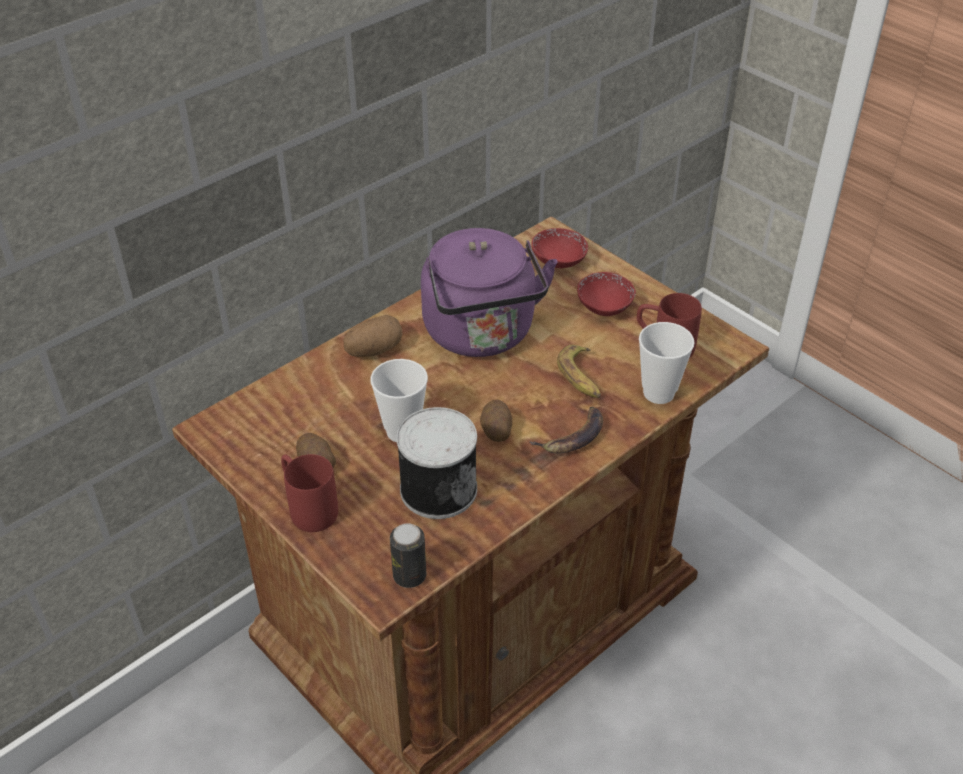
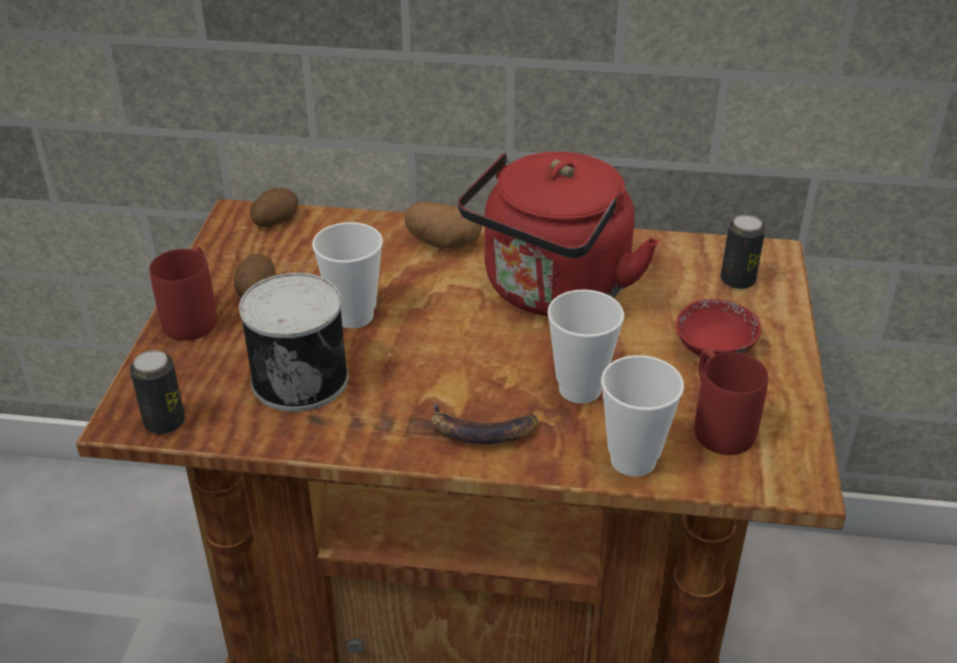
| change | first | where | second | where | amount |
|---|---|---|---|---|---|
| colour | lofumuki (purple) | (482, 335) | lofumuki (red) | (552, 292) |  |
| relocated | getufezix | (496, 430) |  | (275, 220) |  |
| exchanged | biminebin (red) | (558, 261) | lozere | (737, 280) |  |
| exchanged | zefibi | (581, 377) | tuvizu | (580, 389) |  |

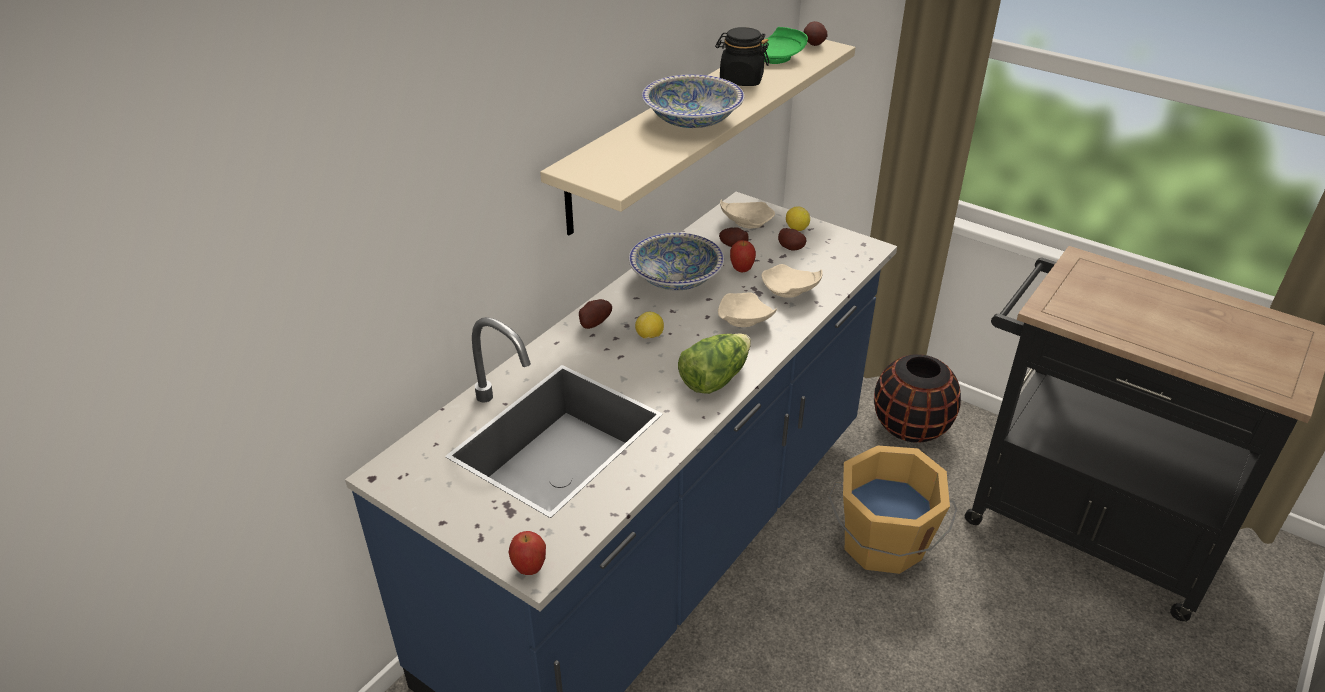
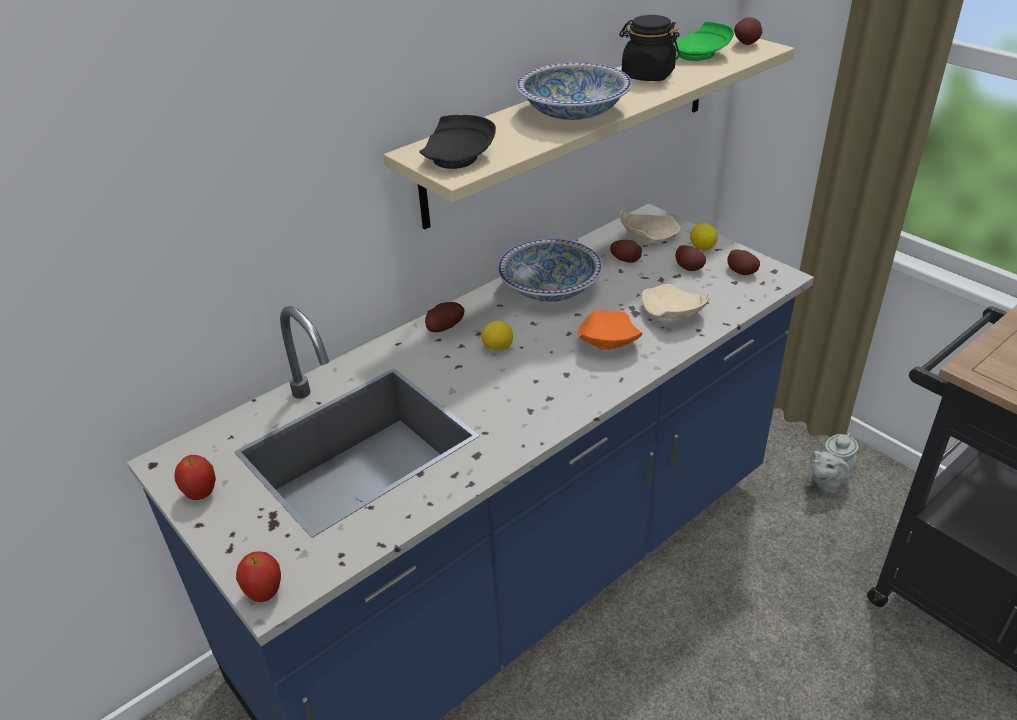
| change | first | where | second | where | amount |
|---|---|---|---|---|---|
| missing | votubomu | (714, 378) |  |  |  |
| colour | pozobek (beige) | (743, 320) | pozobek (orange) | (607, 342) |  |
| relocated | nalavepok | (741, 270) |  | (201, 494) |  |
| missing | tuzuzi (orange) | (882, 544) |  |  |  |
| exchanged | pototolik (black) | (910, 427) | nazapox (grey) | (827, 482) |  |
| appeared |  |  | pozobek (black) | (459, 157) |  |
| appeared |  |  | getufezix | (742, 271) |  |

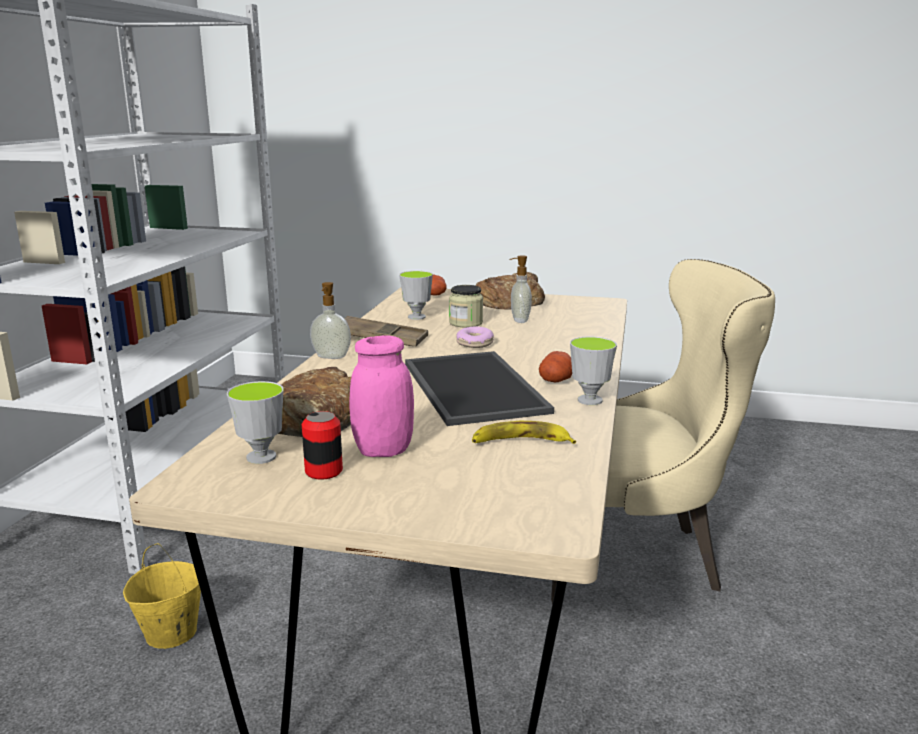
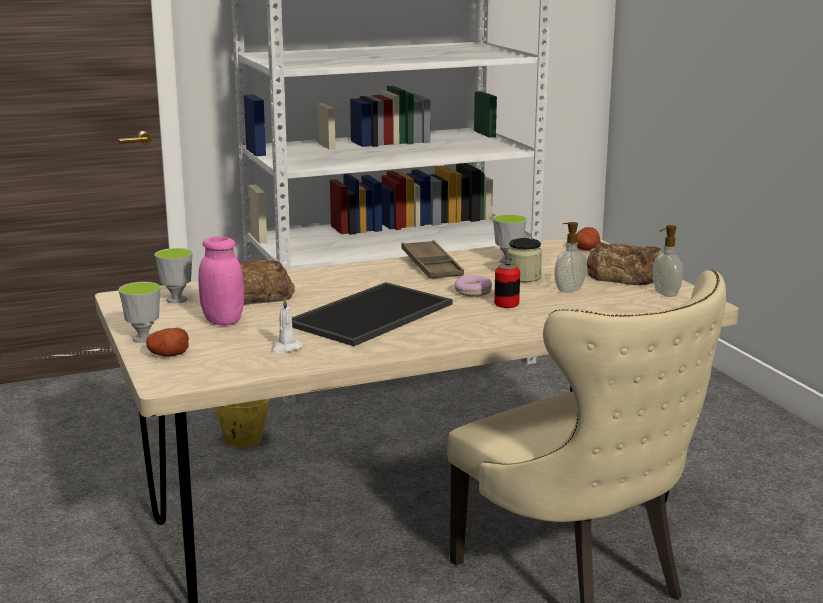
| change | first | where | second | where | amount |
|---|---|---|---|---|---|
| relocated | lozere | (323, 471) |  | (506, 304) |  |
| relocated | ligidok | (331, 357) |  | (665, 294) |  |
| exchanged | zefibi | (520, 442) | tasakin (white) | (285, 348) |  |
| relocated | getufezix | (556, 380) |  | (168, 355) |  |
| relocated | tuvizu | (590, 400) |  | (143, 338) |  |

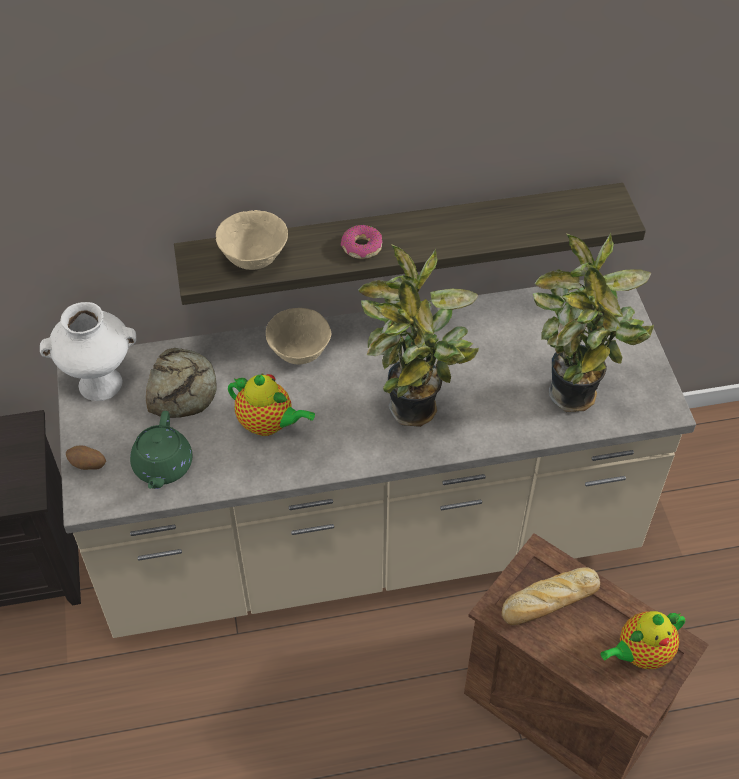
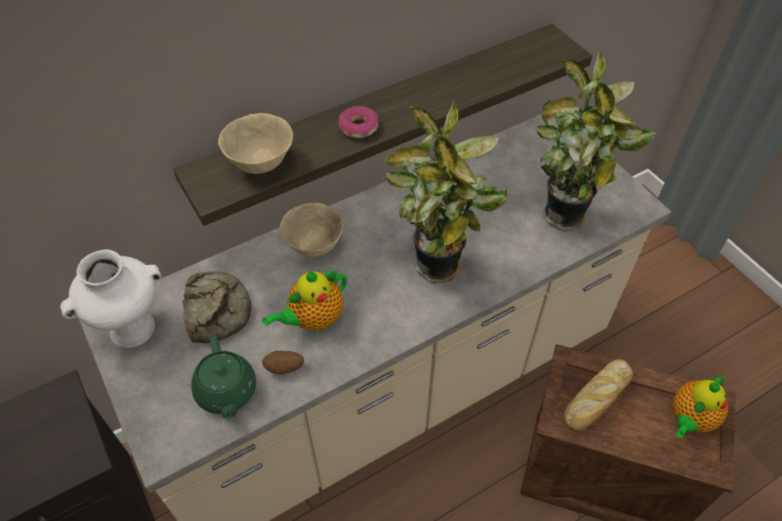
| change | first | where | second | where | amount |
|---|---|---|---|---|---|
| relocated | getufezix | (88, 465) |  | (284, 368) |  |
| spun | nazapox | (268, 424) |  | (313, 319) | 135 degrees clockwise |

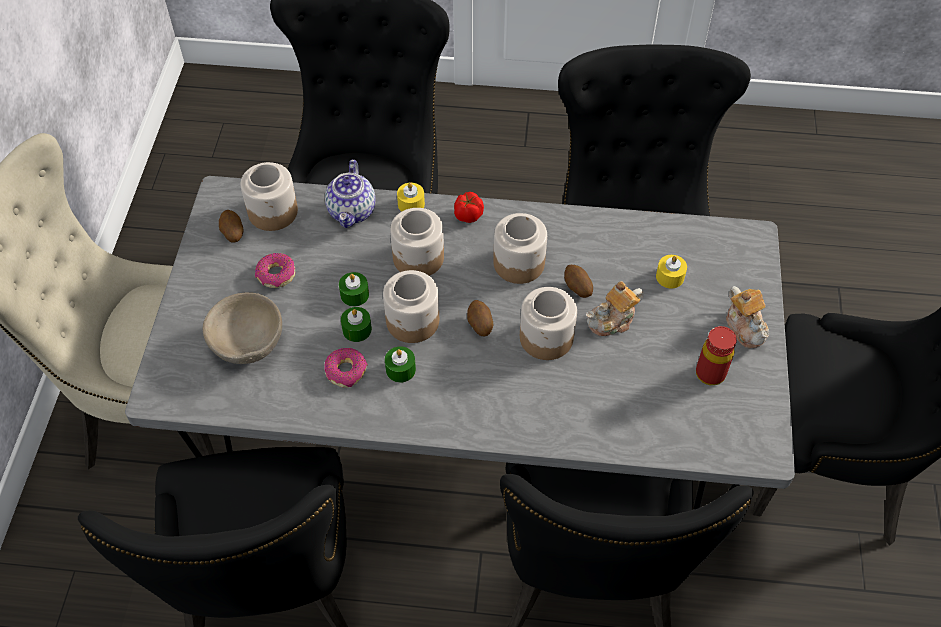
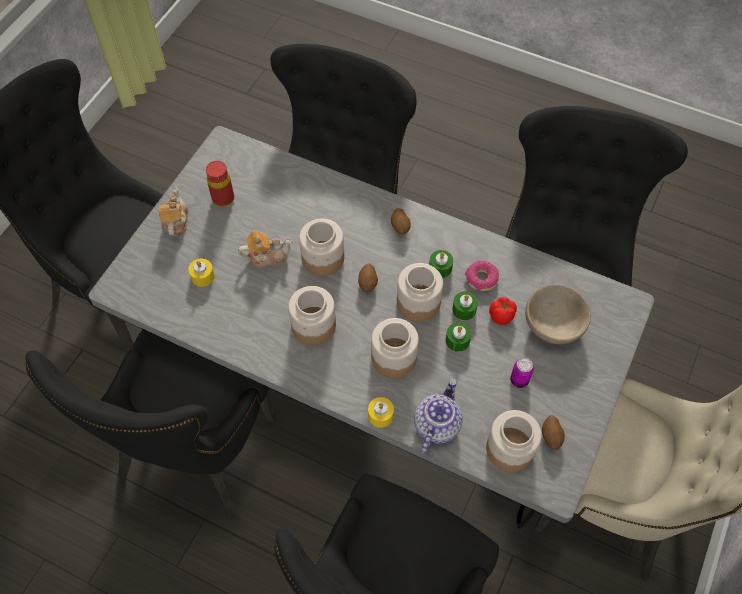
| change | first | where | second | where | amount |
|---|---|---|---|---|---|
| exchanged | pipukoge | (276, 275) | lozere | (519, 380) |  |
| relocated | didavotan | (468, 215) |  | (502, 316) |  |
| relocated | getufezix | (577, 288) |  | (400, 227) |  |

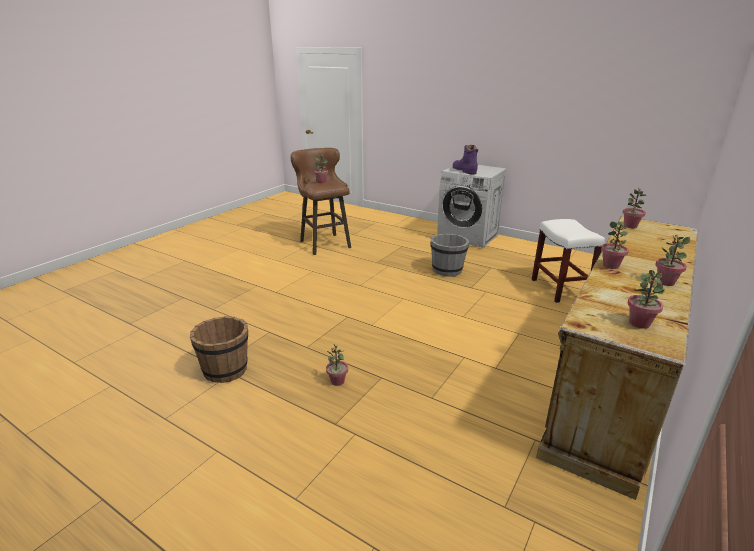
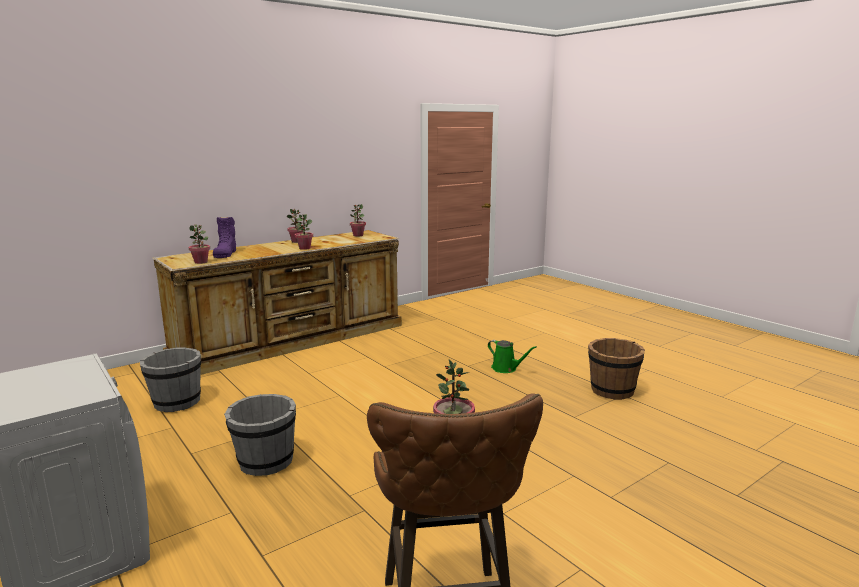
| change | first | where | second | where | amount |
|---|---|---|---|---|---|
| exchanged | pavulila | (337, 381) | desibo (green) | (506, 369) |  |
| relocated | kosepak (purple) | (464, 170) |  | (225, 253) |  |
| exchanged | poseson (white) | (560, 289) | tuzuzi (grey) | (176, 402) |  |

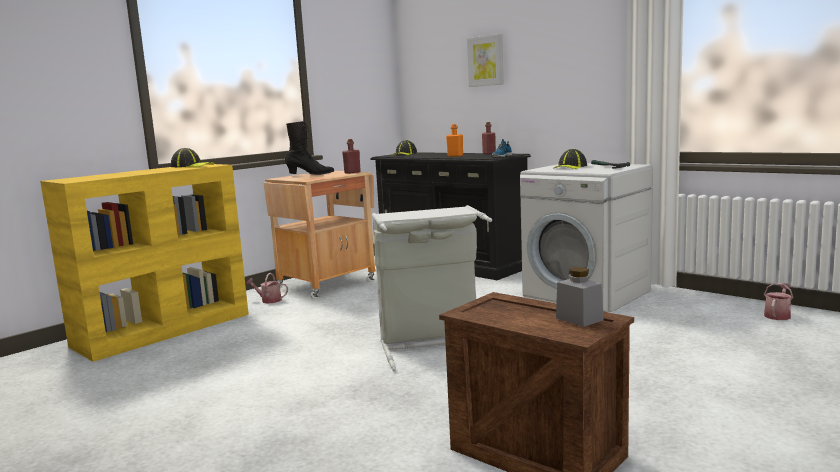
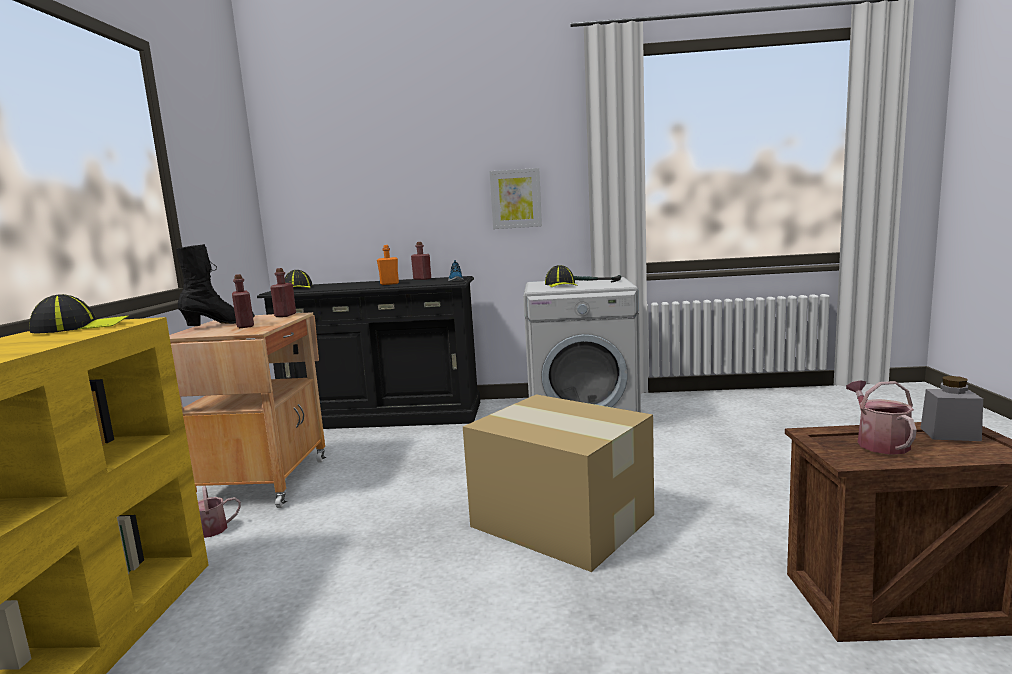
| change | first | where | second | where | amount |
|---|---|---|---|---|---|
| exchanged | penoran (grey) | (433, 346) | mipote | (561, 519) |  |
| relocated | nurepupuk | (486, 61) |  | (516, 199) |  |
| relocated | desibo | (778, 315) |  | (878, 442) |  |
| appeared |  |  | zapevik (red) | (245, 326) |  |

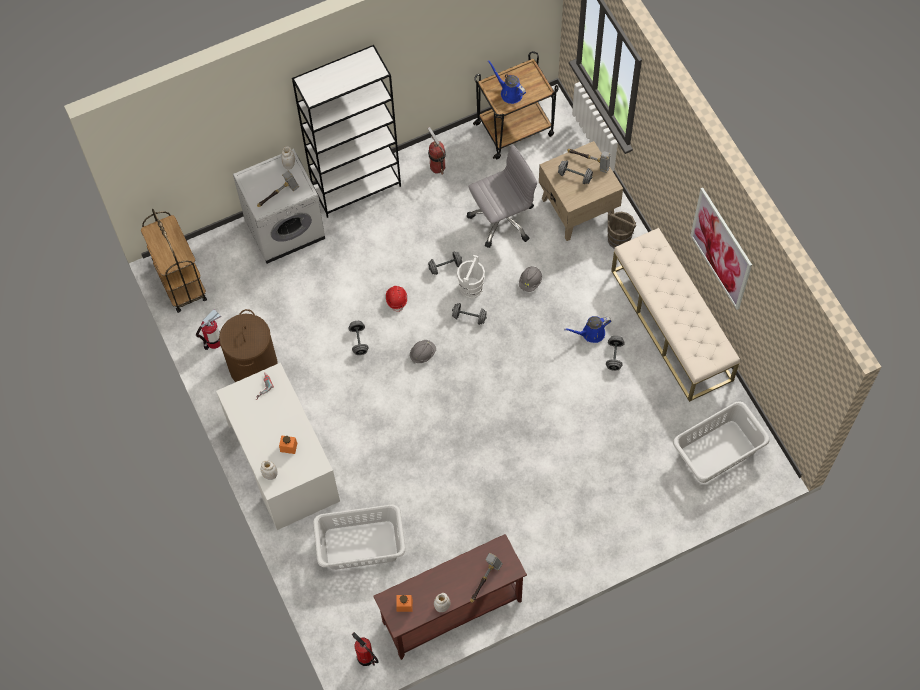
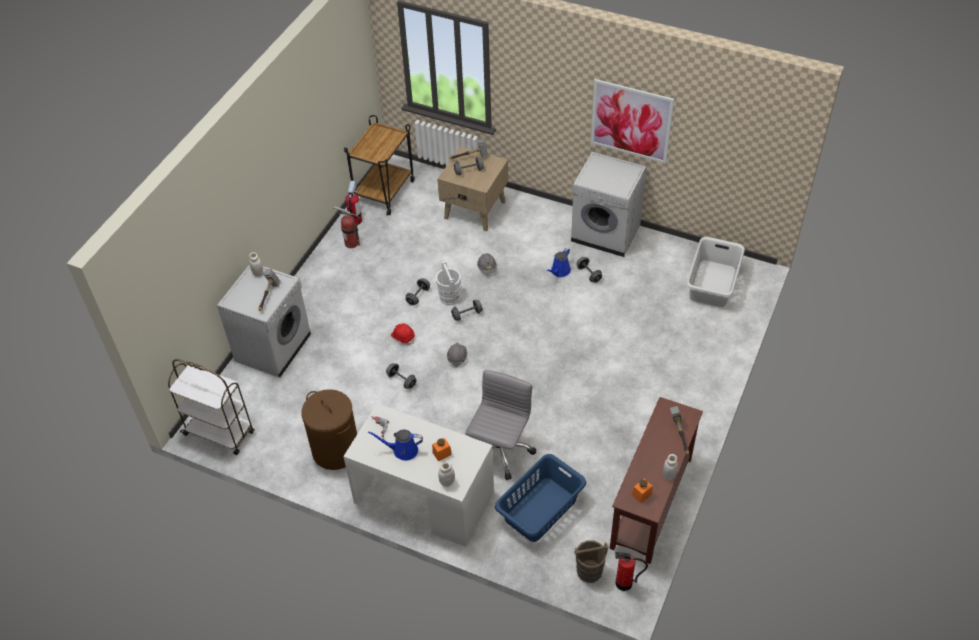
| change | first | where | second | where | amount |
|---|---|---|---|---|---|
| colour | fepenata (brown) | (180, 283) | fepenata (white) | (220, 434) |  |
| relocated | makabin | (214, 341) |  | (355, 220) |  |
| missing | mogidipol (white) | (356, 187) |  |  |  |
| colour | penoran (grey) | (360, 545) | penoran (blue) | (539, 509) |  |
| relocated | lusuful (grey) | (502, 219) |  | (499, 450) |  |
| relocated | desibo (blue) | (509, 92) |  | (402, 450) |  |
| relocated | tuzuzi (brown) | (618, 239) |  | (589, 571) |  |
| exchanged | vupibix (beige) | (671, 325) | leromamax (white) | (605, 234) |  |

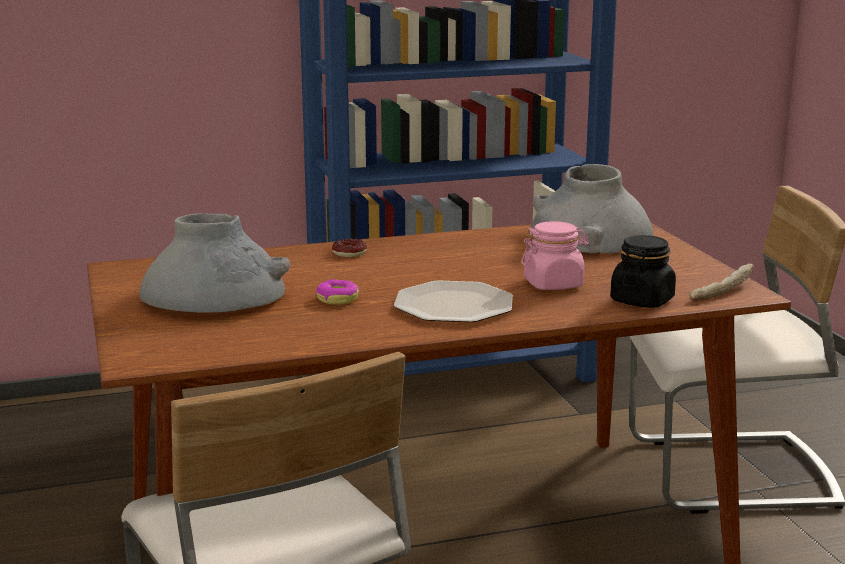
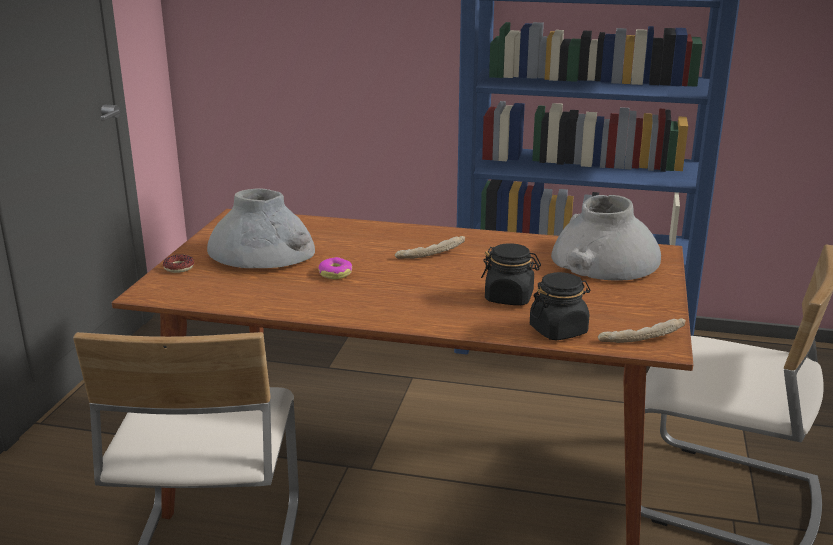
| change | first | where | second | where | amount |
|---|---|---|---|---|---|
| relocated | pipukoge | (349, 253) |  | (179, 268) |  |
| missing | pozobek | (455, 305) |  |  |  |
| colour | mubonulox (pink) | (553, 284) | mubonulox (black) | (509, 297) |  |
| appeared |  |  | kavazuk | (430, 254) |  |

